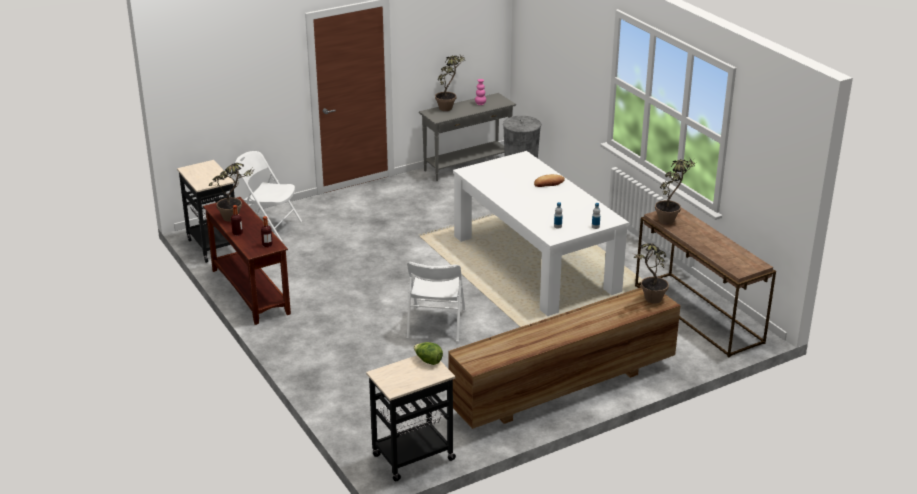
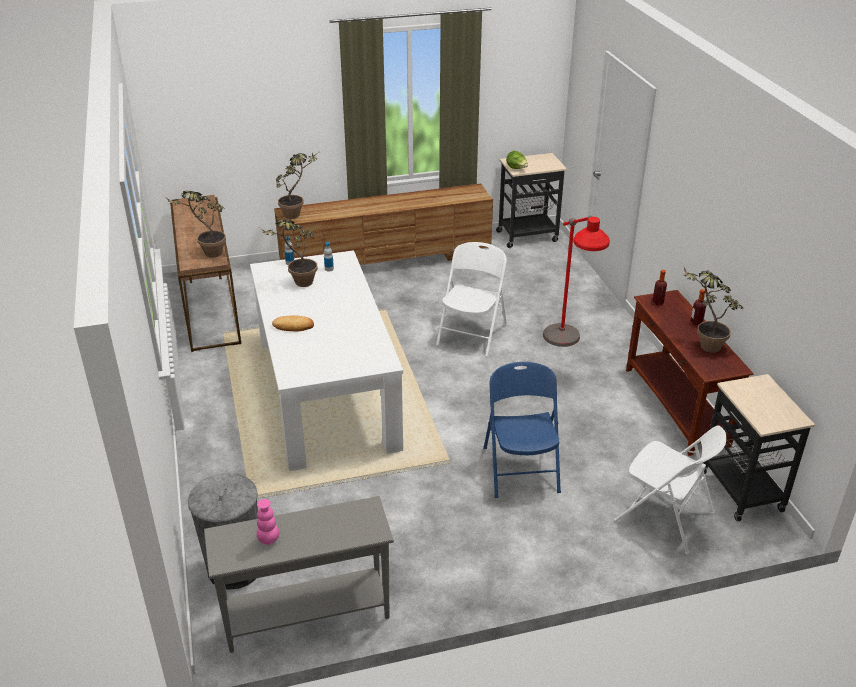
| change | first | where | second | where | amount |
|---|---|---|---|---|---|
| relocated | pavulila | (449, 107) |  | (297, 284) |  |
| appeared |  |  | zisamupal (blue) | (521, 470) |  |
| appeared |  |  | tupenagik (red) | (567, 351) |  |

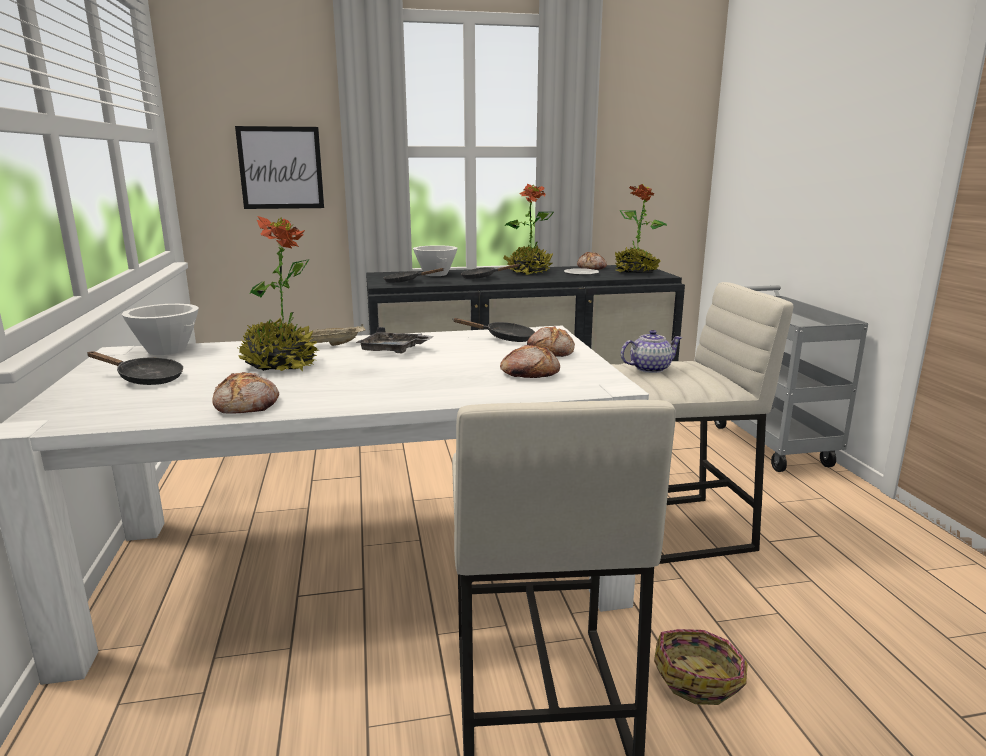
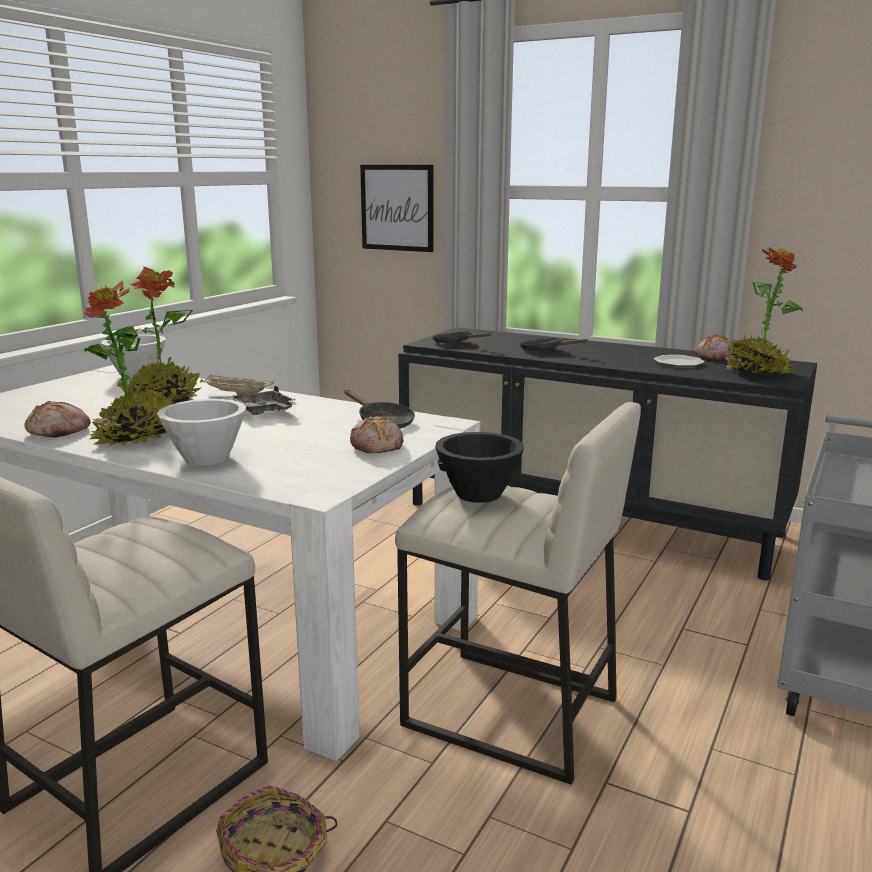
| change | first | where | second | where | amount |
|---|---|---|---|---|---|
| missing | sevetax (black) | (145, 379) |  |  |  |
| relocated | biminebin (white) | (435, 274) |  | (205, 458) |  |
| missing | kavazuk | (529, 373) |  |  |  |
| relocated | pavulila | (528, 272) |  | (135, 437) |  |
| exchanged | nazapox | (649, 369) | biminebin (black) | (478, 494) |  |

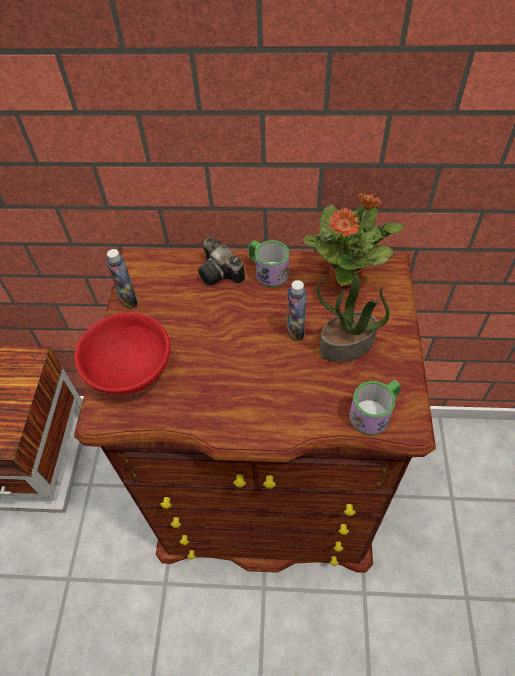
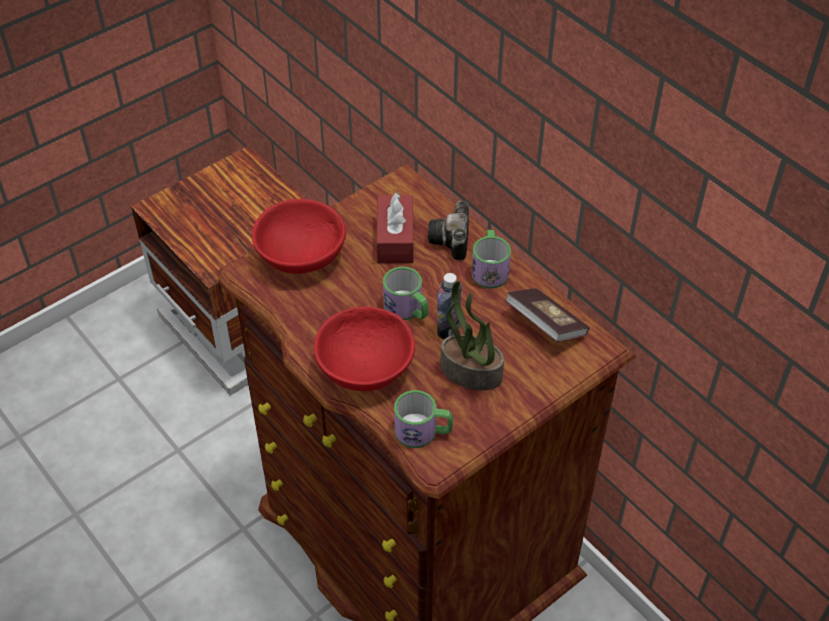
| change | first | where | second | where | amount |
|---|---|---|---|---|---|
| missing | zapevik | (128, 299) |  |  |  |
| exchanged | pavulila | (345, 277) | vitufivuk | (545, 325) |  |
| appeared |  |  | biminebin (red) | (365, 366) |  |
| appeared |  |  | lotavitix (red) | (395, 239) |  |
| appeared |  |  | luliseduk | (407, 310) |  |

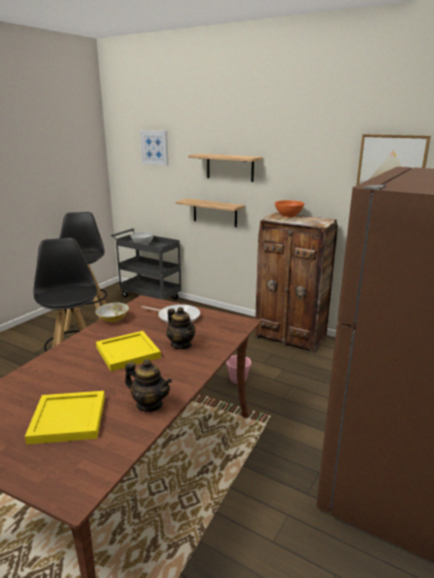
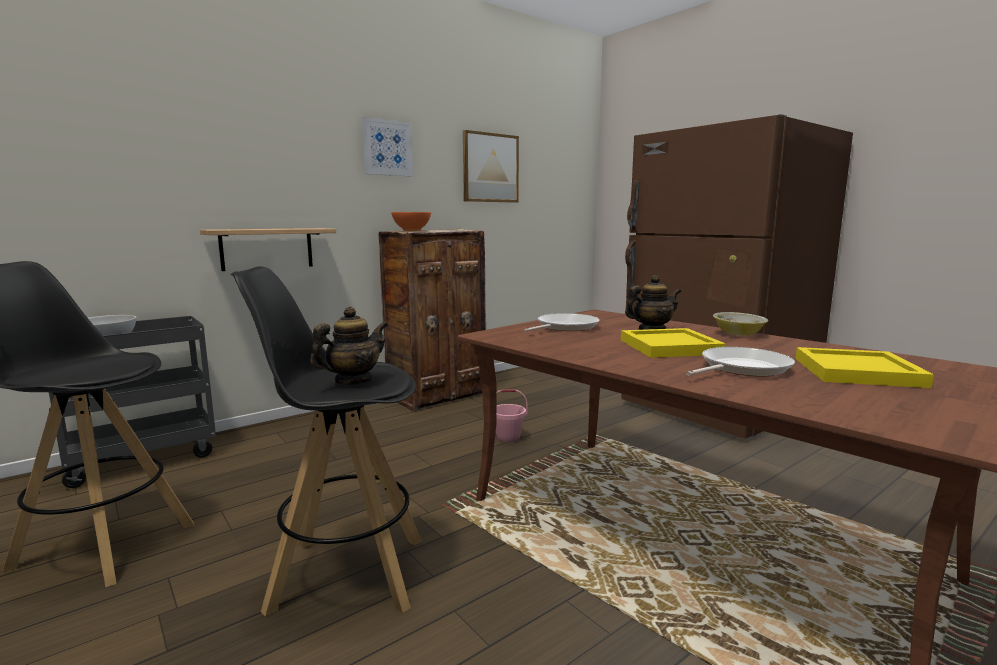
| change | first | where | second | where | amount |
|---|---|---|---|---|---|
| relocated | biminebin | (113, 319) |  | (738, 334) |  |
| relocated | nazapox | (149, 404) |  | (352, 381) |  |
| relocated | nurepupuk | (154, 147) |  | (387, 148) |  |
| missing | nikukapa | (230, 167) |  |  |  |
| appeared |  |  | sevetax | (741, 368) |  |

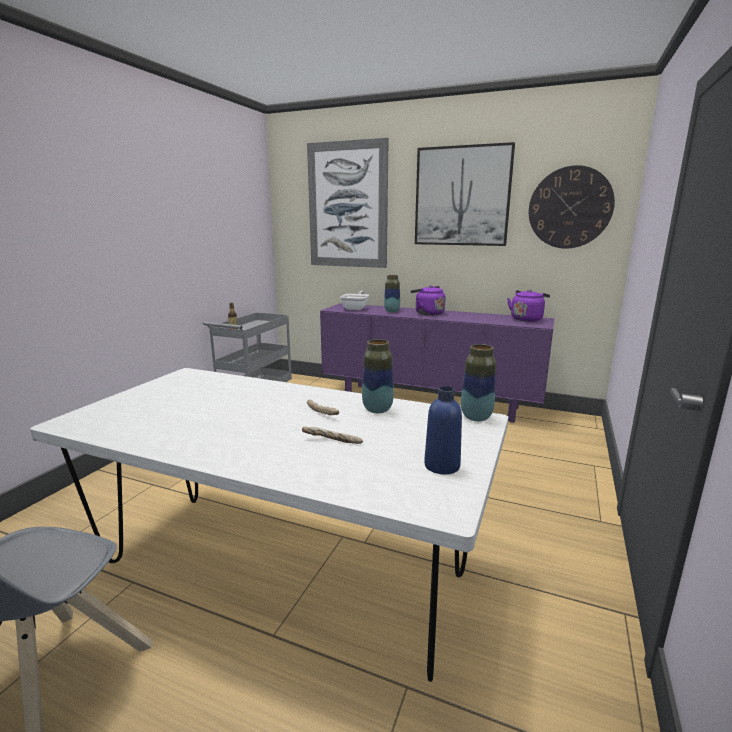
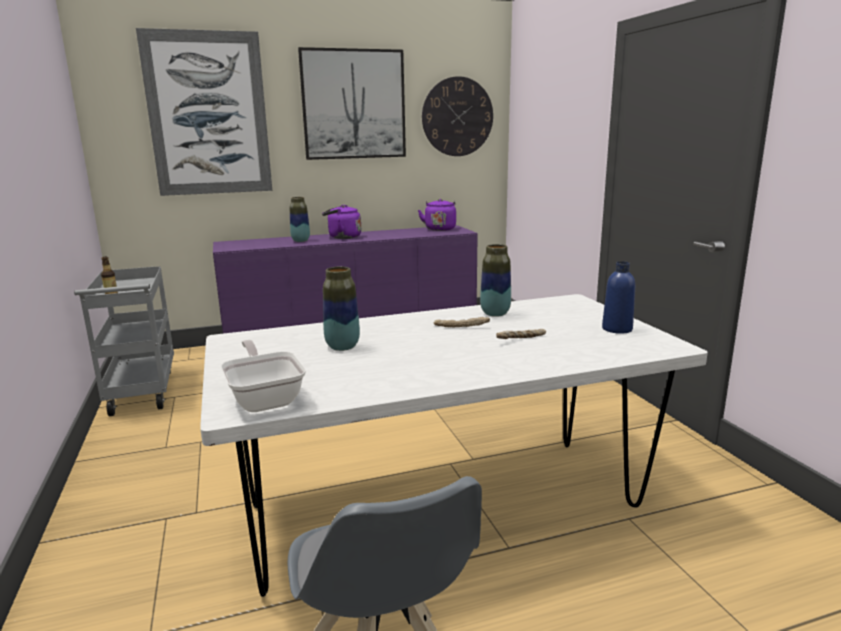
| change | first | where | second | where | amount |
|---|---|---|---|---|---|
| relocated | sevetax | (356, 308) |  | (265, 398) |  |
| relocated | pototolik | (476, 417) |  | (342, 347) |  |

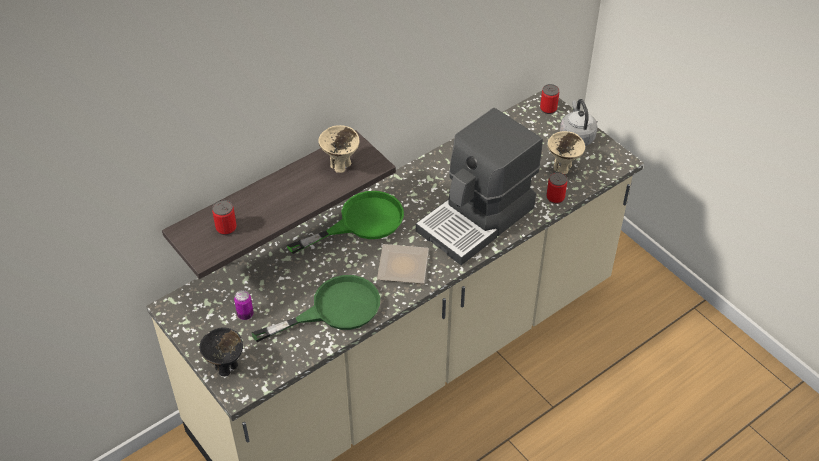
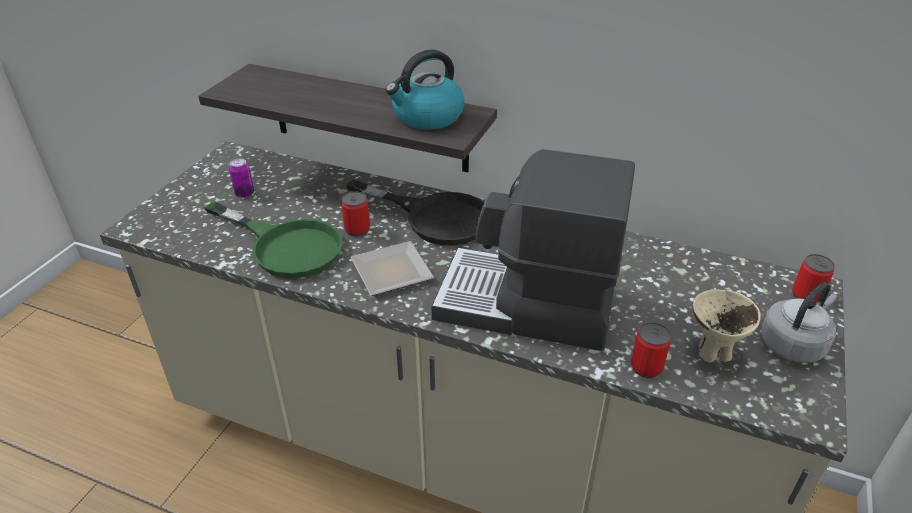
| change | first | where | second | where | amount |
|---|---|---|---|---|---|
| missing | biminebin (black) | (226, 367) |  |  |  |
| relocated | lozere | (226, 228) |  | (357, 230) |  |
| colour | sevetax (green) | (361, 222) | sevetax (black) | (435, 217) |  |
| exchanged | biminebin (beige) | (341, 166) | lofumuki | (427, 117) |  |

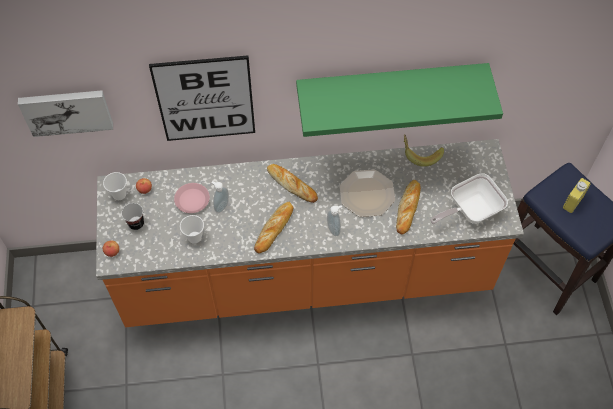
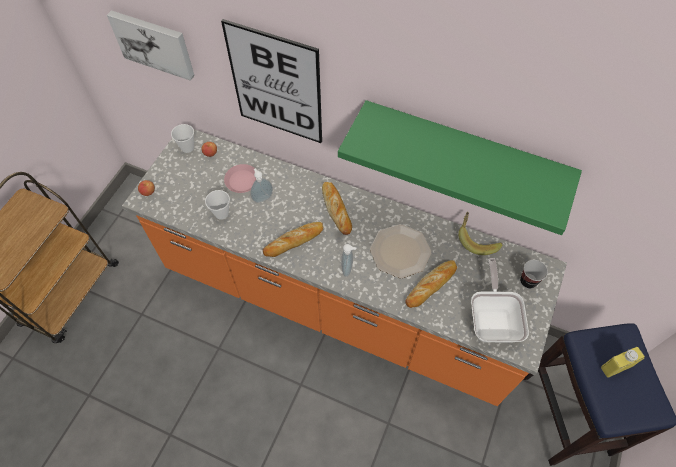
| change | first | where | second | where | amount |
|---|---|---|---|---|---|
| relocated | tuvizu | (136, 223) |  | (528, 281) |  |
| spun | sevetax | (469, 211) |  | (493, 319) | 90 degrees clockwise |

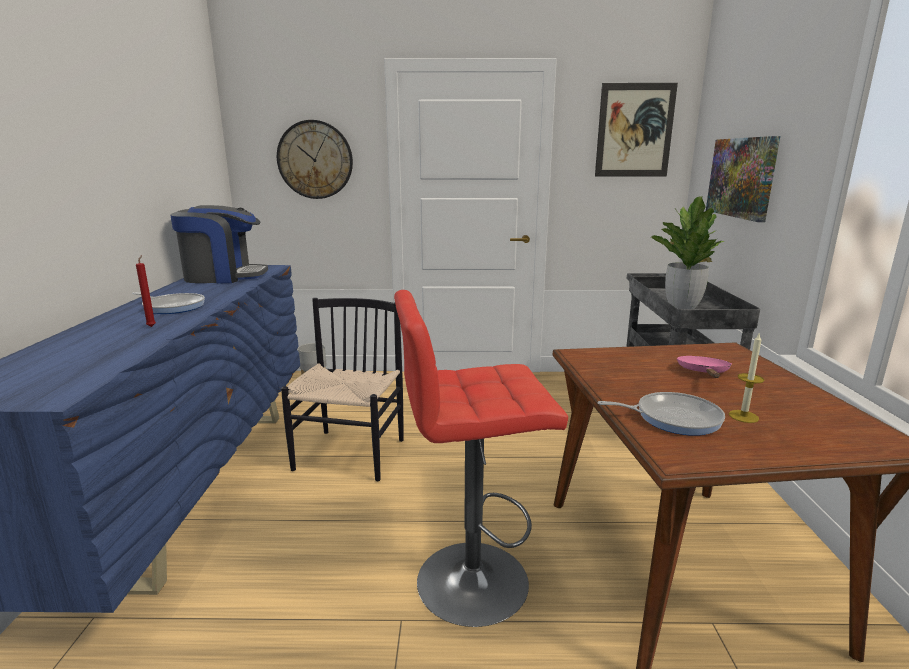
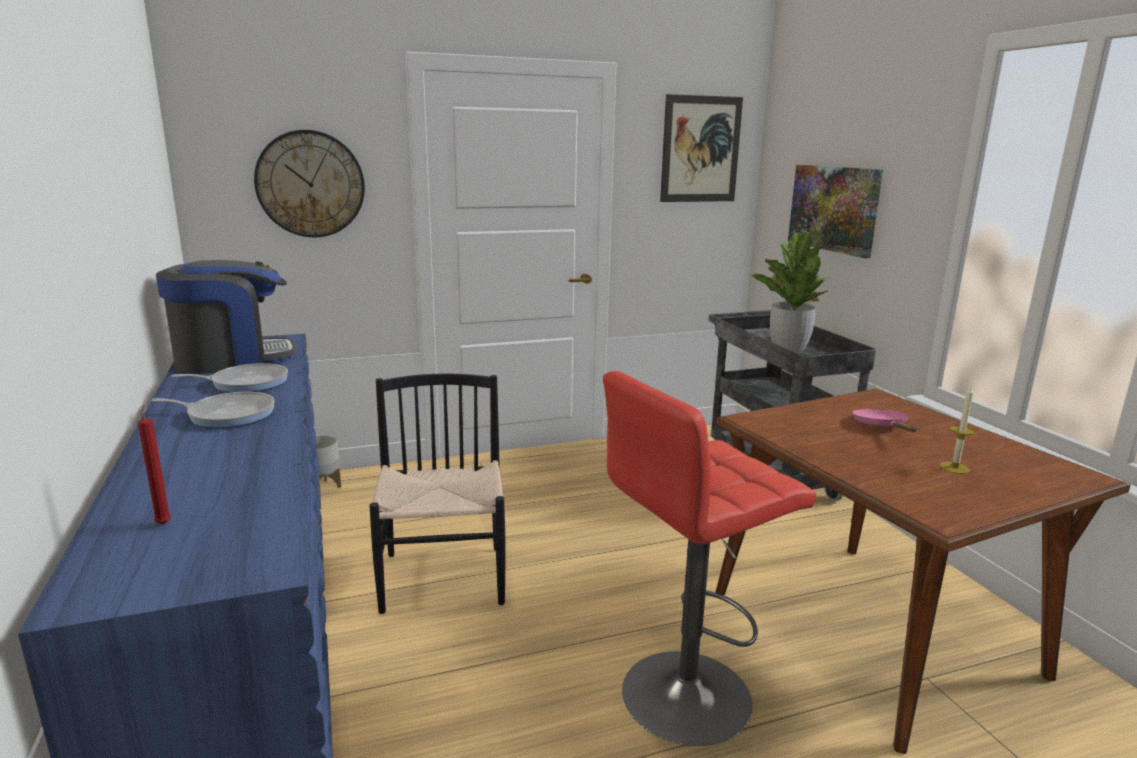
| change | first | where | second | where | amount |
|---|---|---|---|---|---|
| relocated | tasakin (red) | (152, 326) |  | (164, 523) |  |
| relocated | sevetax | (673, 418) |  | (246, 383) |  |

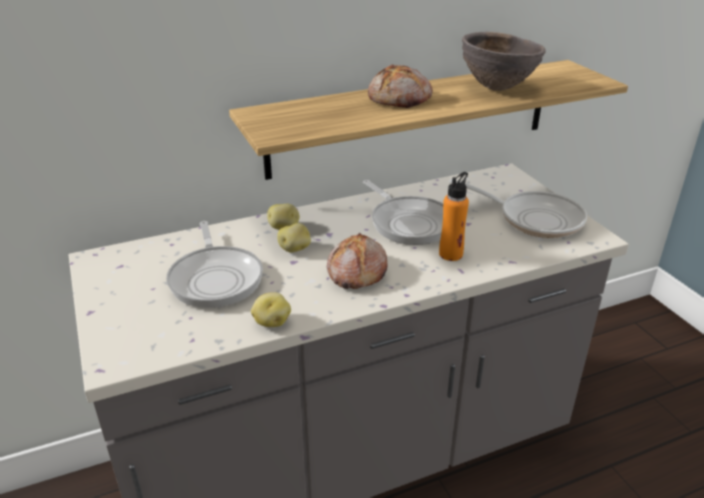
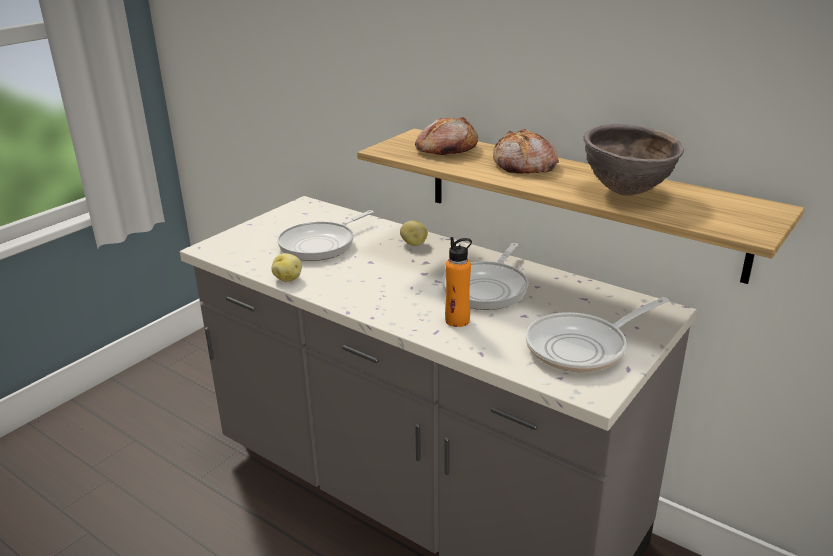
| change | first | where | second | where | amount |
|---|---|---|---|---|---|
| missing | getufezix | (295, 249) |  |  |  |
| relocated | kavazuk | (356, 272) |  | (446, 149) |  |
| spun | sevetax | (533, 218) |  | (583, 347) | 60 degrees clockwise |

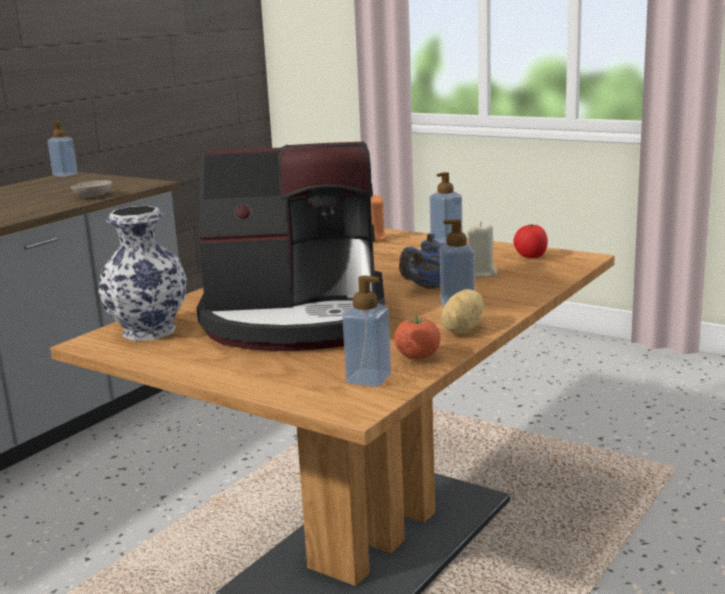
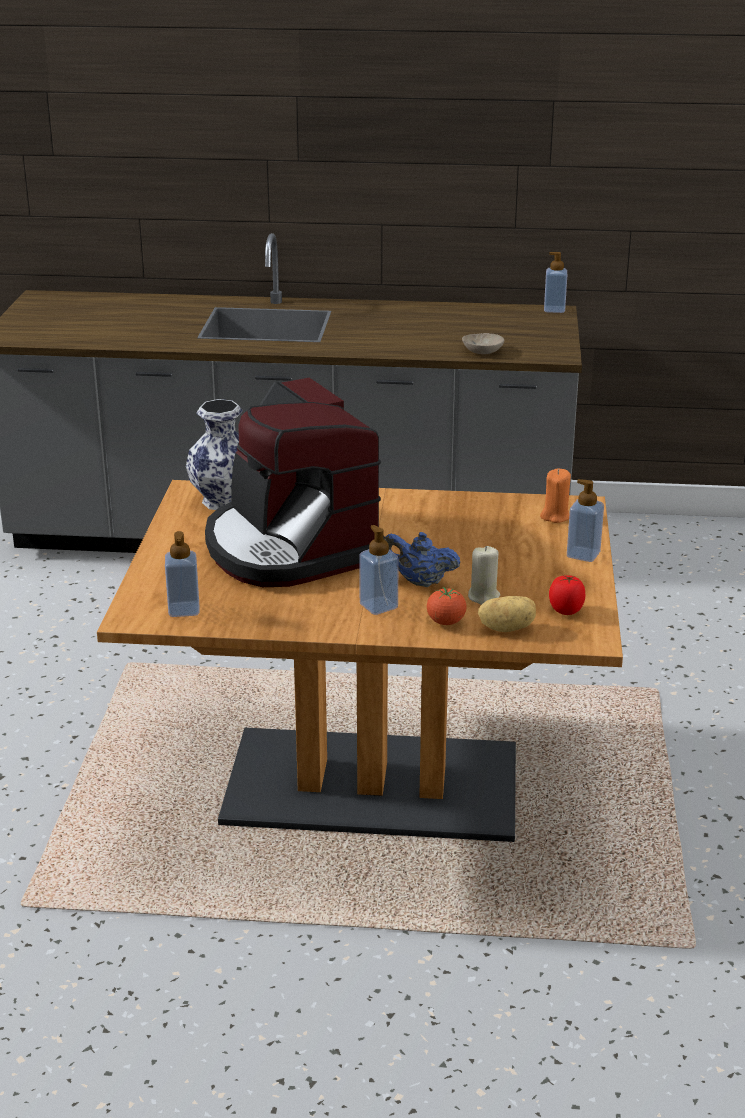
| change | first | where | second | where | amount |
|---|---|---|---|---|---|
| relocated | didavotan | (418, 357) |  | (446, 622) |  |
| relocated | getufezix | (460, 330) |  | (506, 628) |  |

